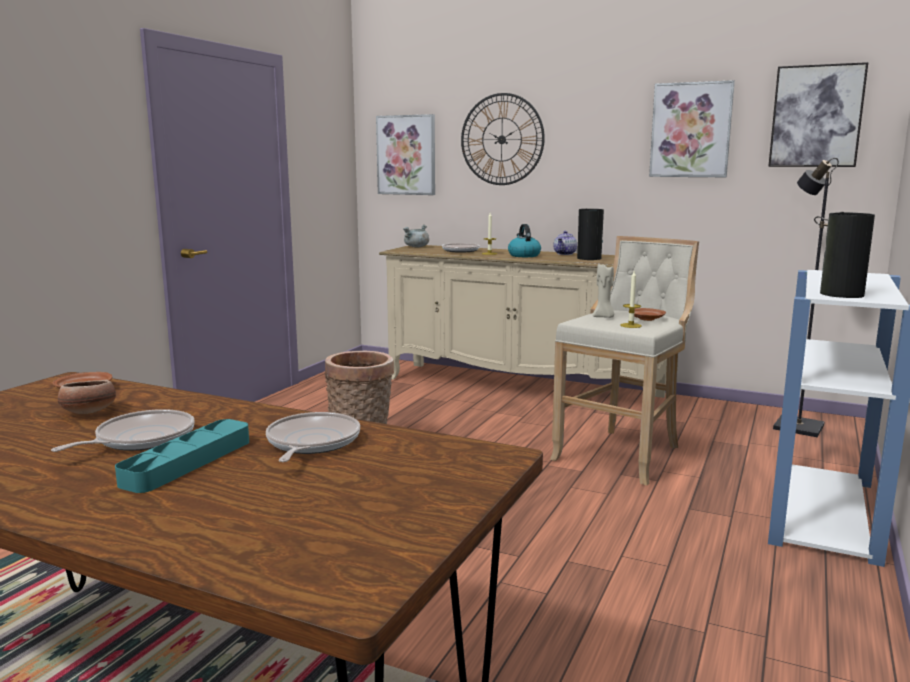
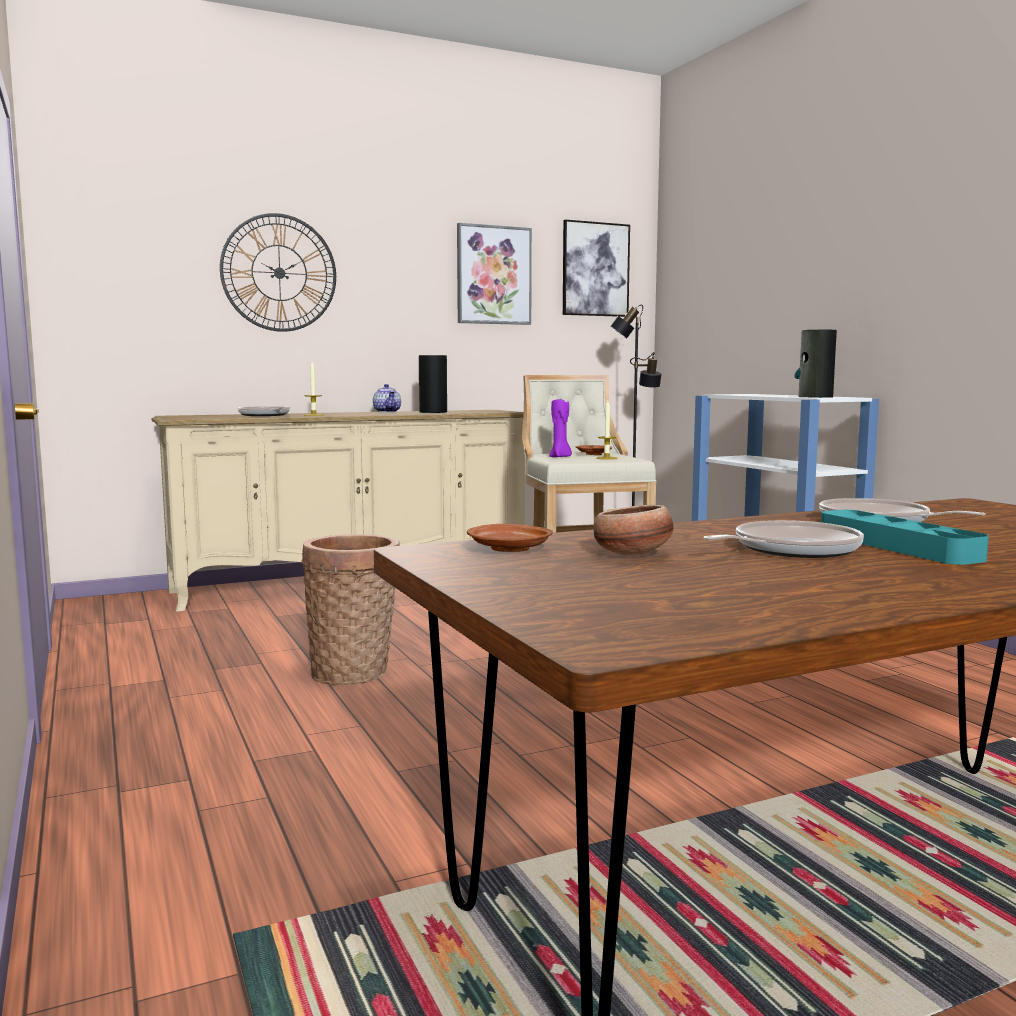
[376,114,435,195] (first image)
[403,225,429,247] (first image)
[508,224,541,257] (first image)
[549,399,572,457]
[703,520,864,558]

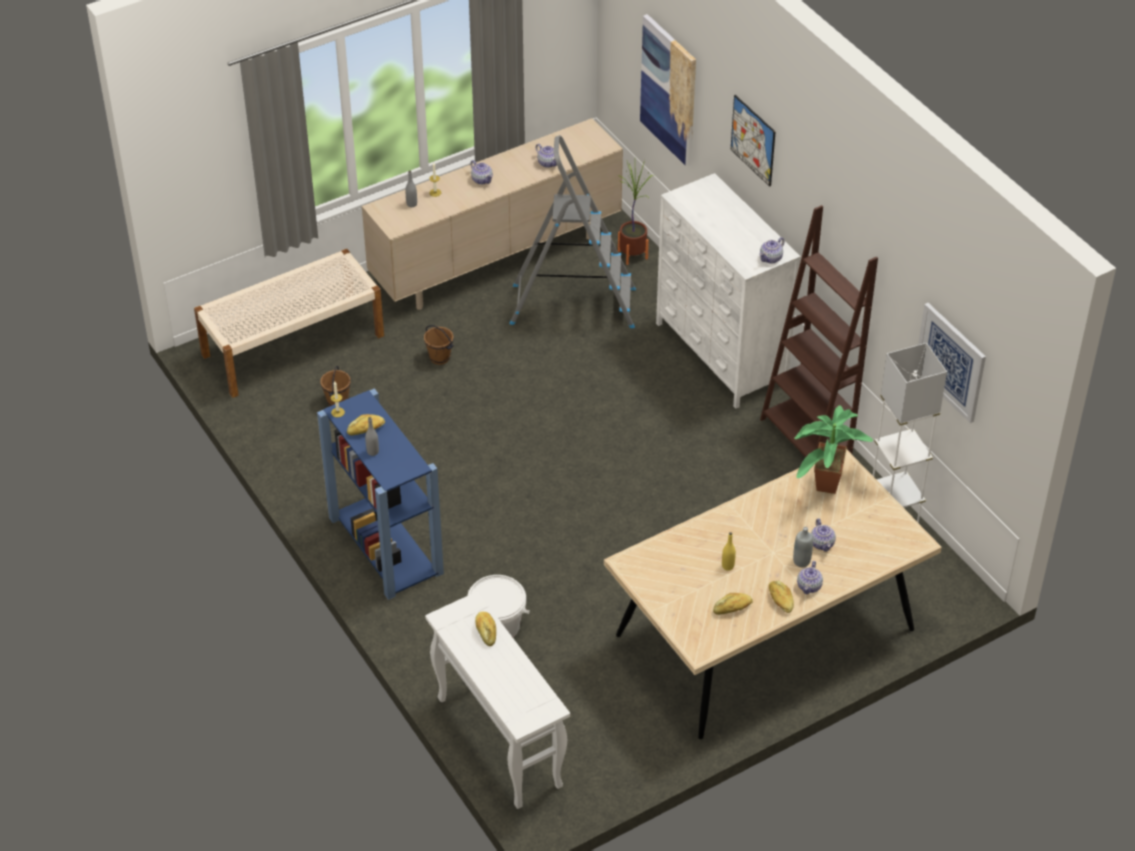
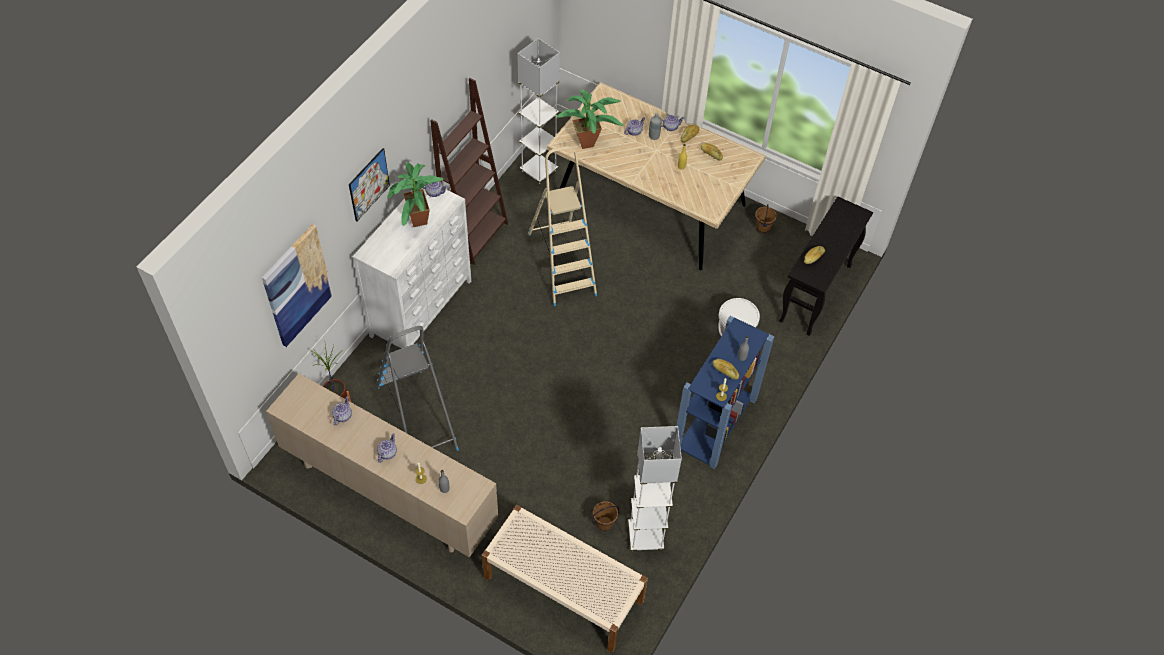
[918,303,986,423] (first image)
[387,162,443,227]
[528,146,597,306]
[628,426,682,551]
[755,204,777,234]
[779,196,873,336]

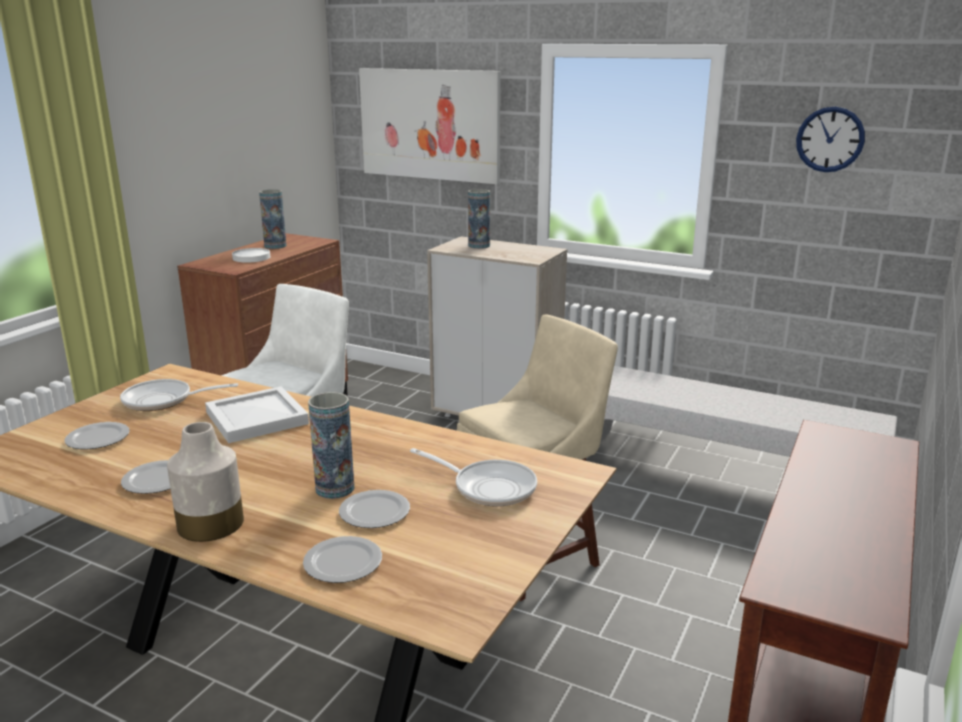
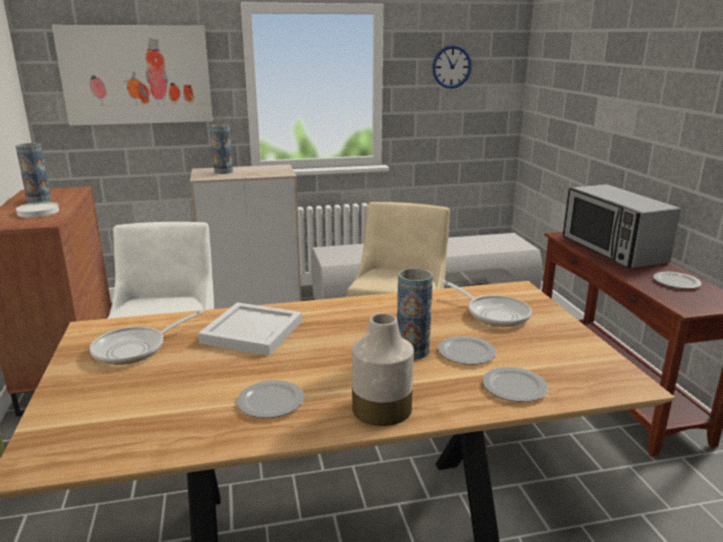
[563,184,681,268]
[653,272,701,289]
[441,280,532,327]

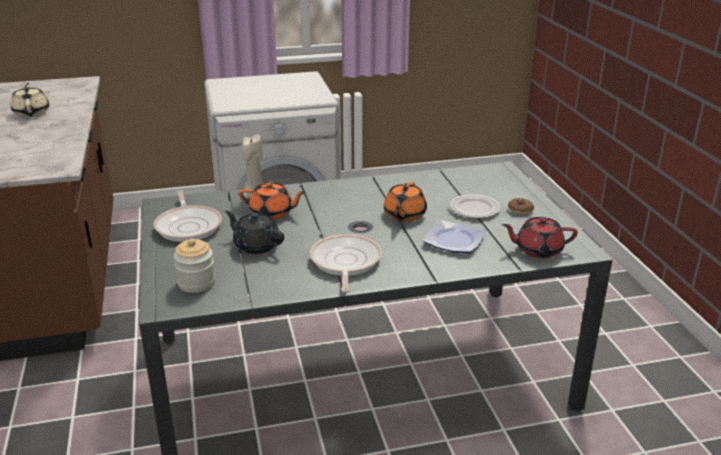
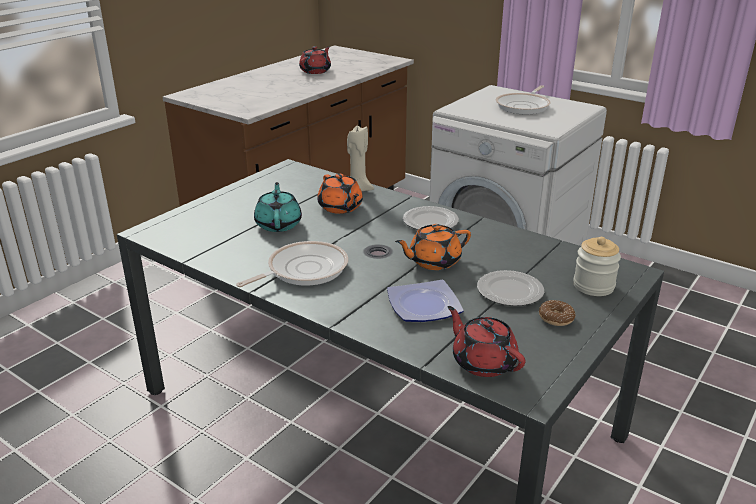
[403,206,459,230]
[496,85,551,114]
[573,237,621,296]
[299,46,331,74]
[254,182,302,232]

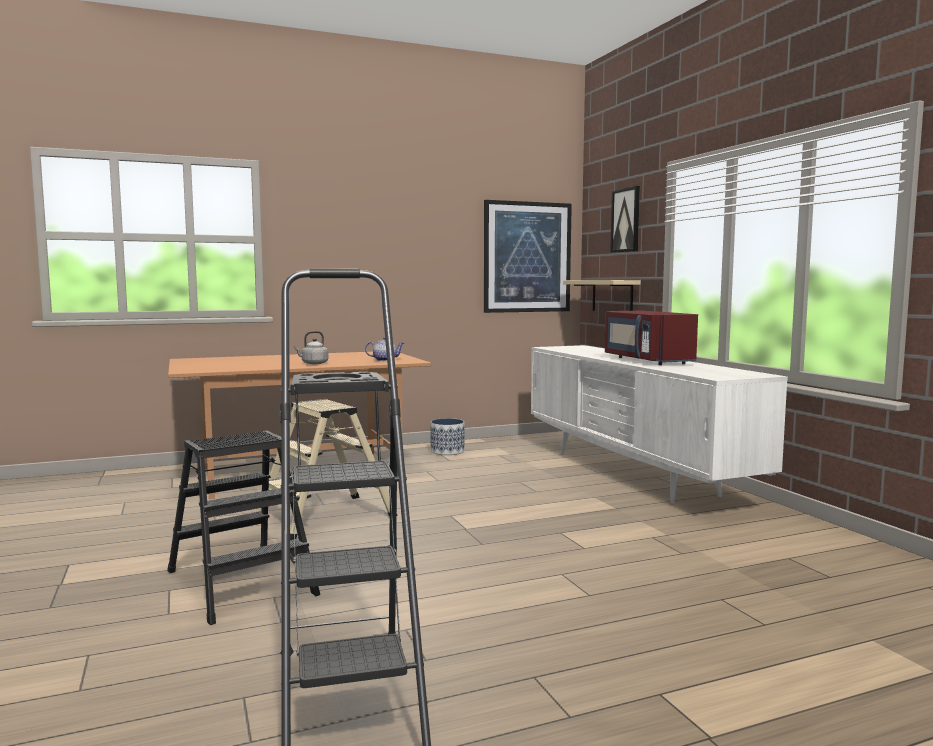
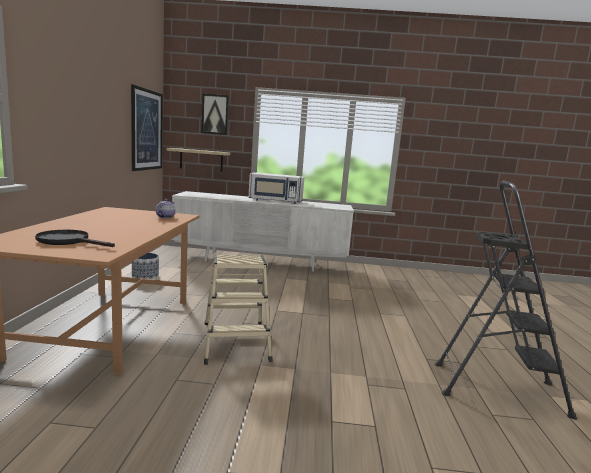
[167,431,320,625] (first image)
[294,331,328,364] (first image)
[35,230,115,247]
[248,172,304,204]

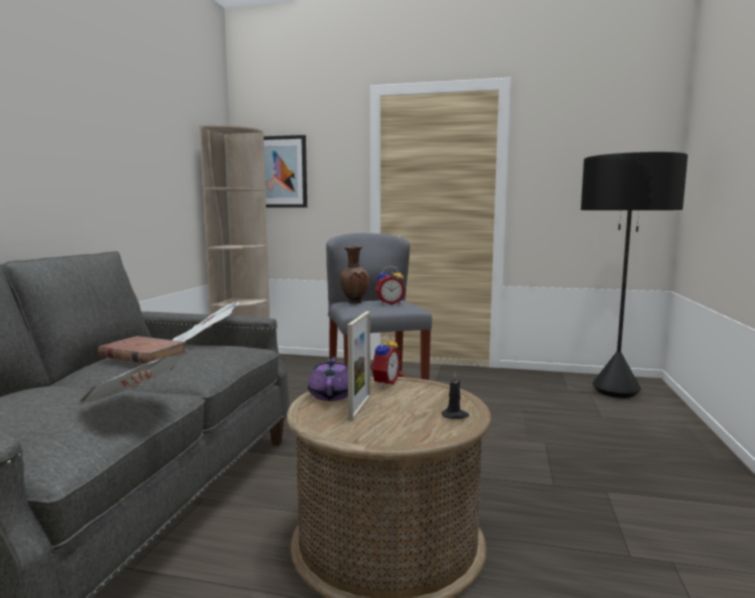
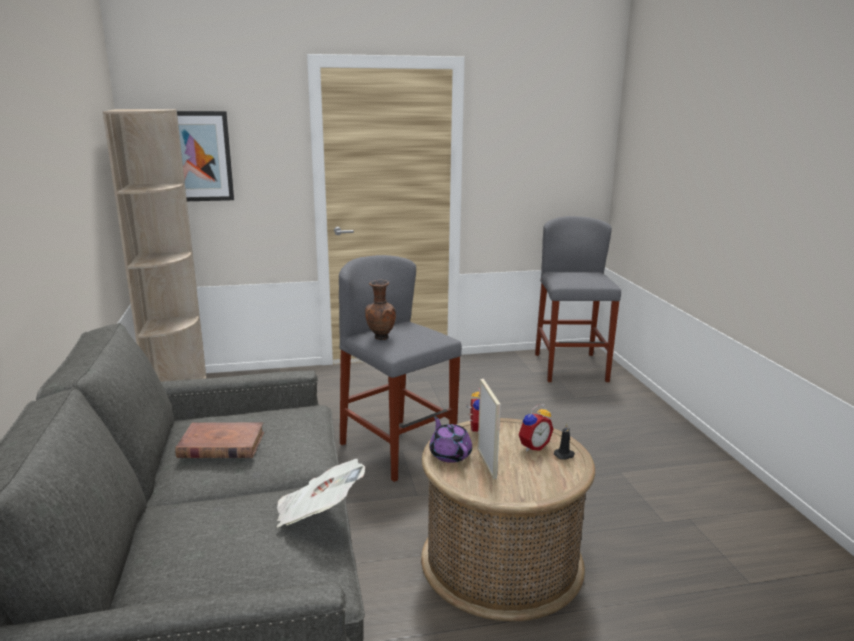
[173,302,239,342] (first image)
[519,405,553,452]
[535,216,621,382]

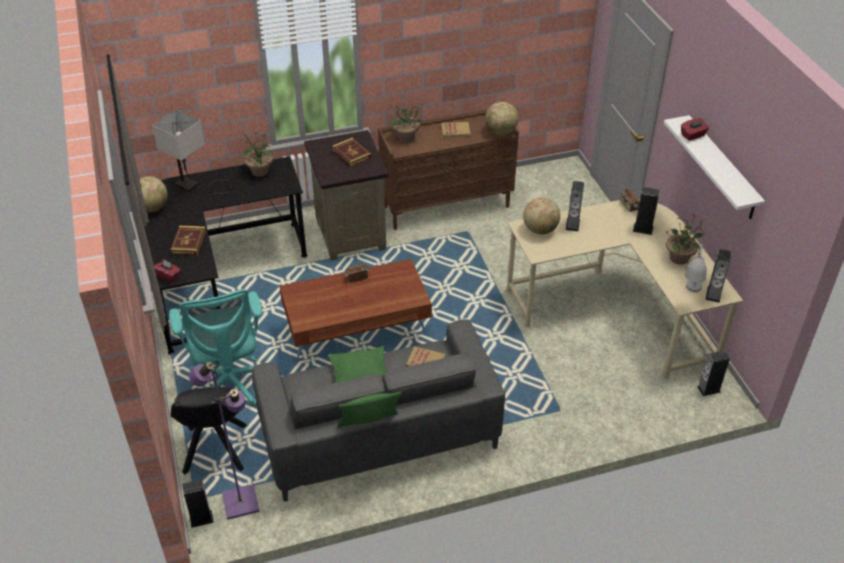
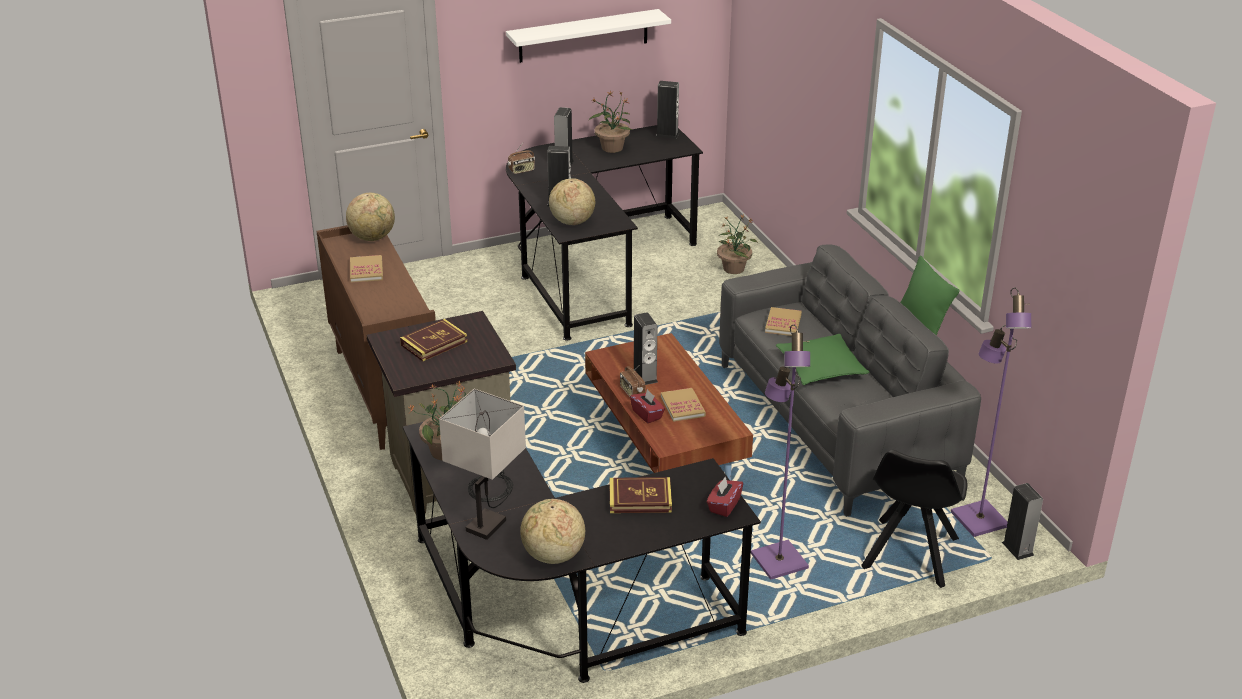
[685,244,707,292] (first image)
[661,388,706,422]
[717,214,757,274]
[630,389,665,423]
[634,313,658,385]
[751,324,810,580]
[506,125,703,341]
[861,450,967,588]

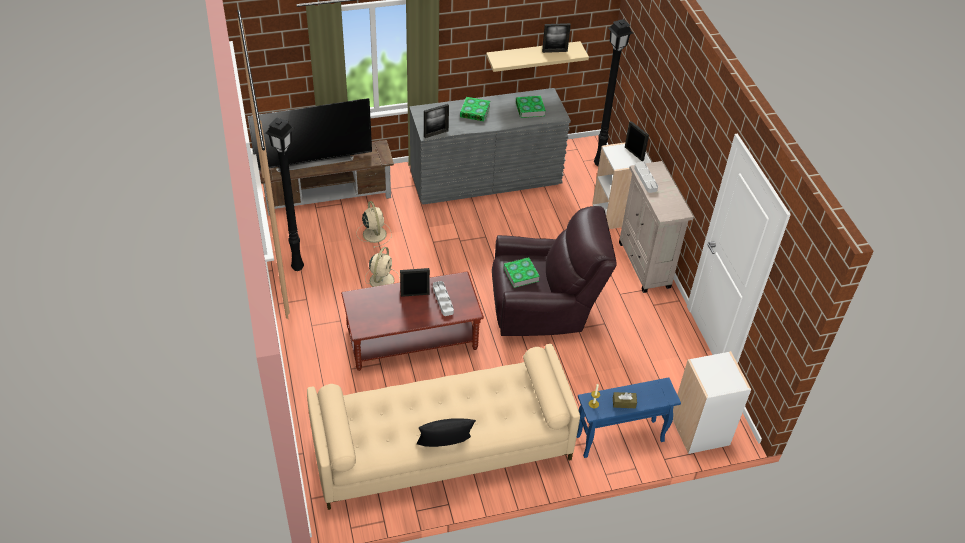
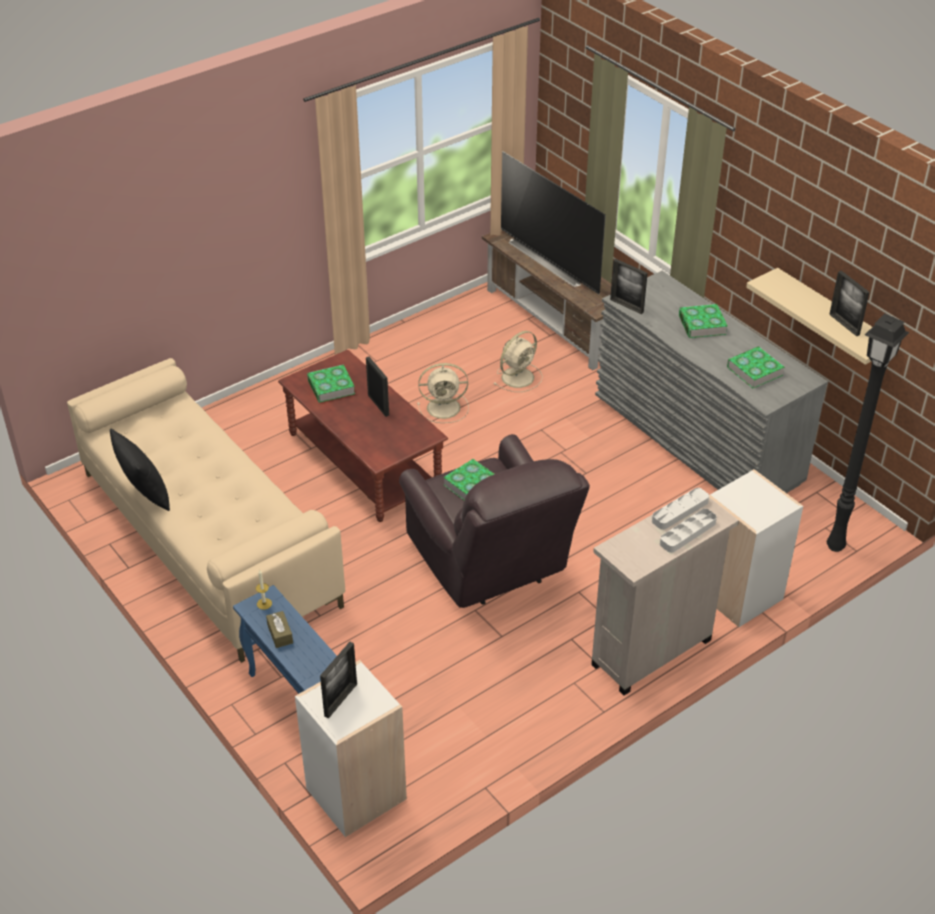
[265,117,304,271] (first image)
[307,364,355,403]
[660,508,717,553]
[320,642,357,719]

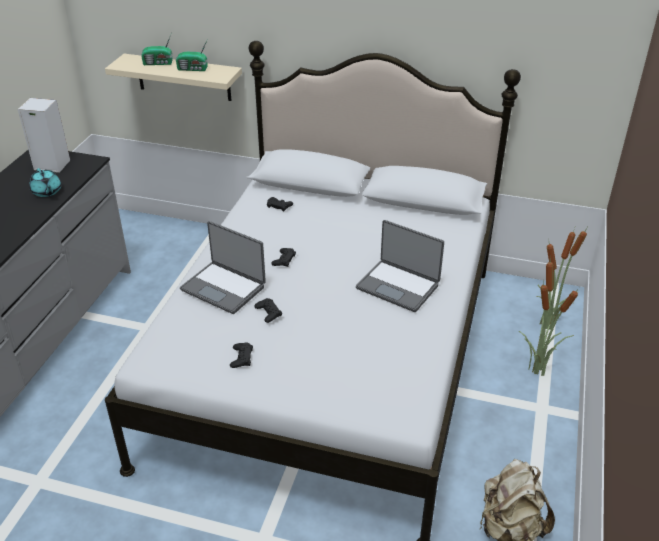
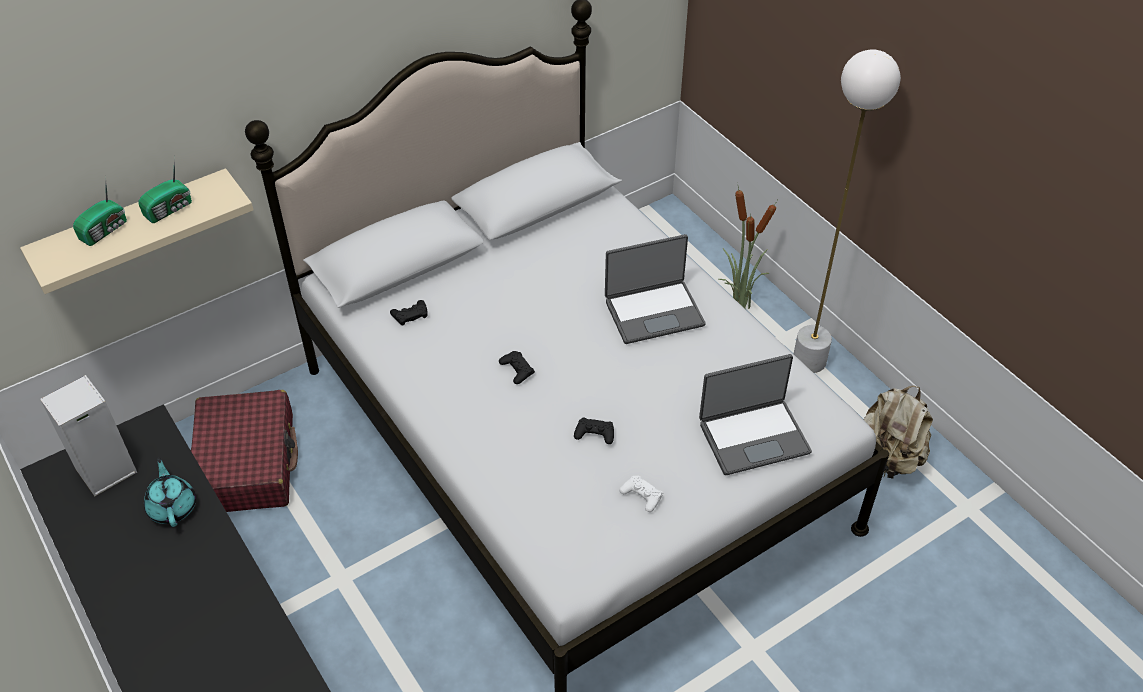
[536,225,587,329] (first image)
[191,390,298,512]
[794,50,901,373]
[699,354,812,475]
[620,475,663,512]
[144,457,196,527]

